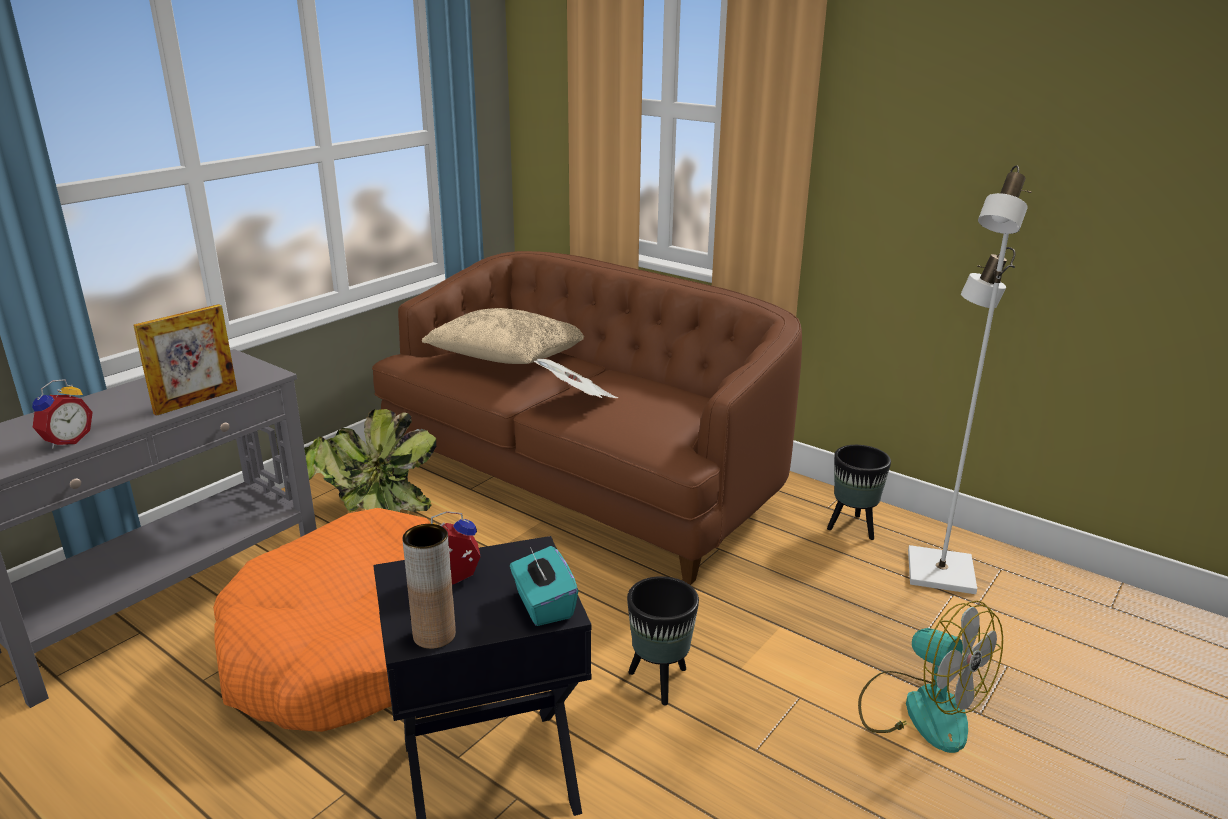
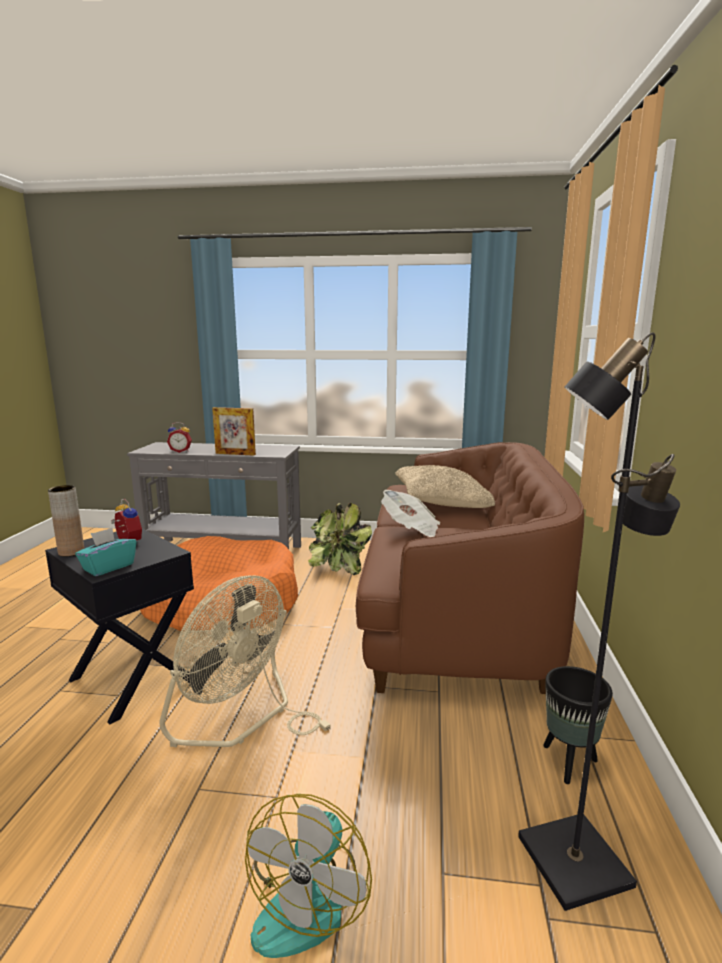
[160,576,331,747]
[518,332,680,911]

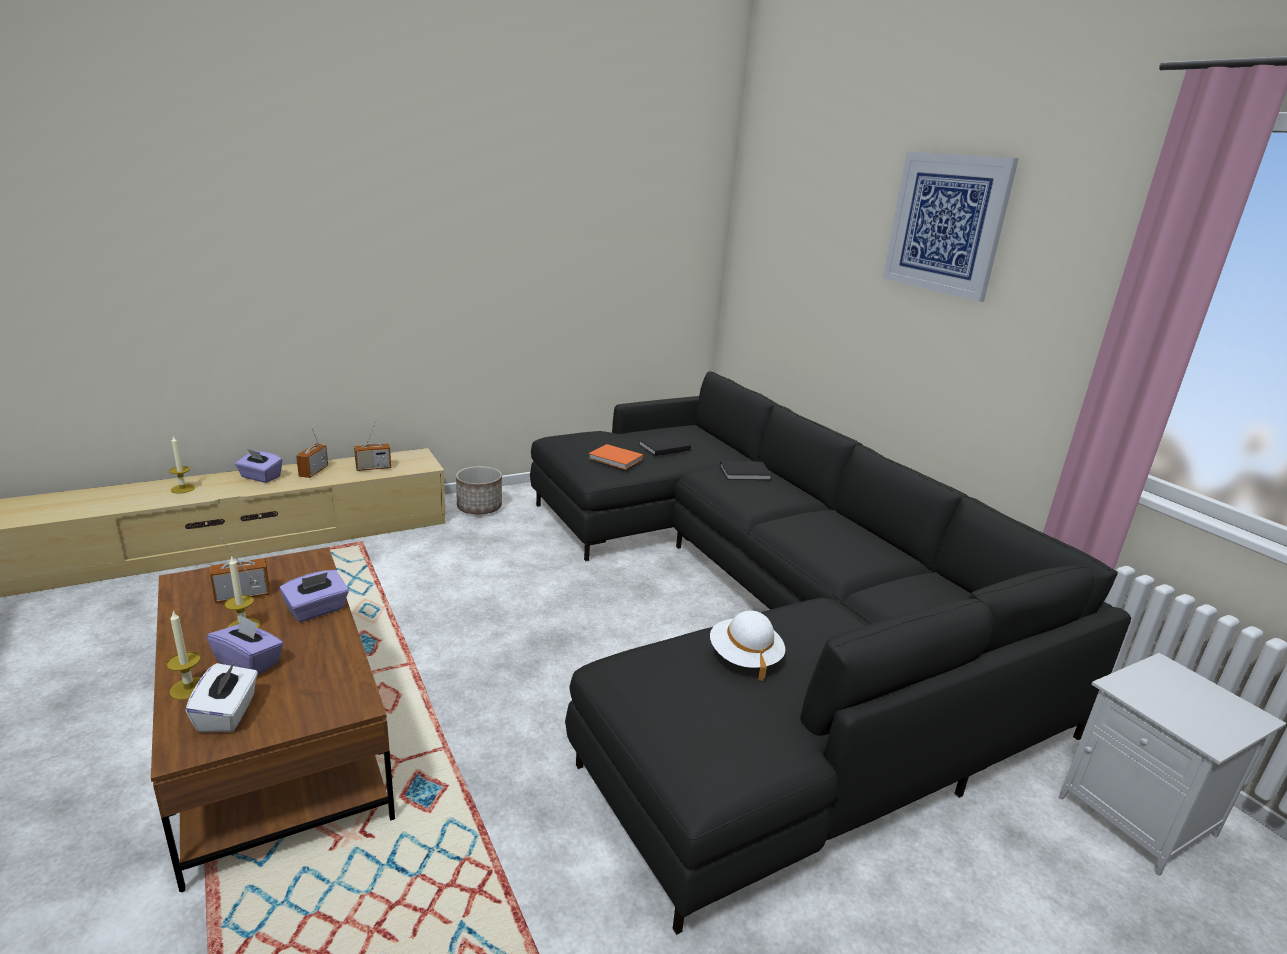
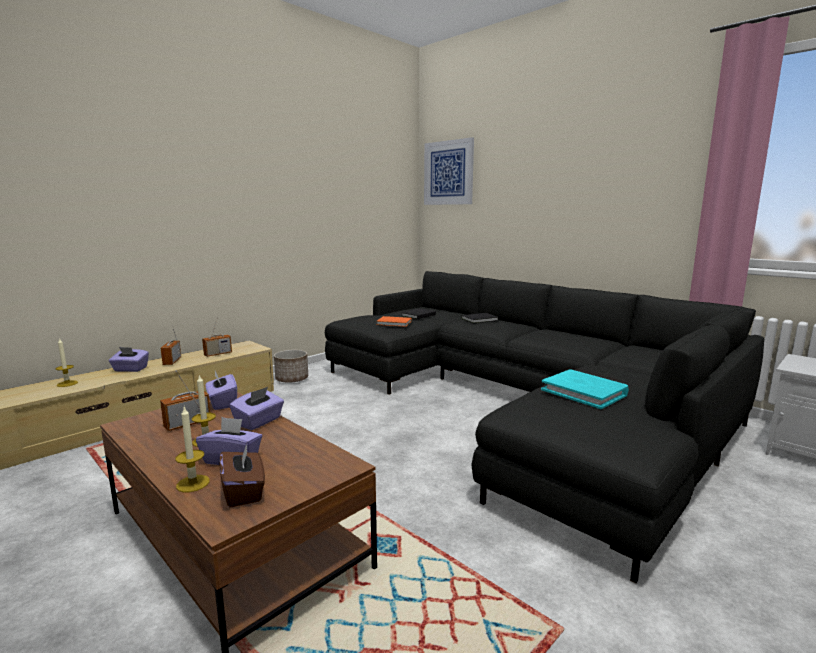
[205,371,237,410]
[424,137,474,205]
[541,369,629,409]
[219,443,265,508]

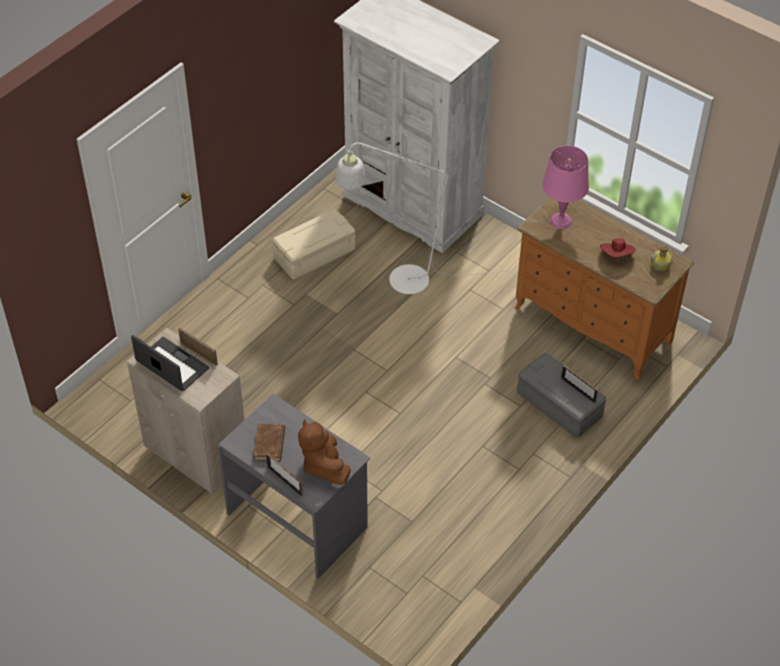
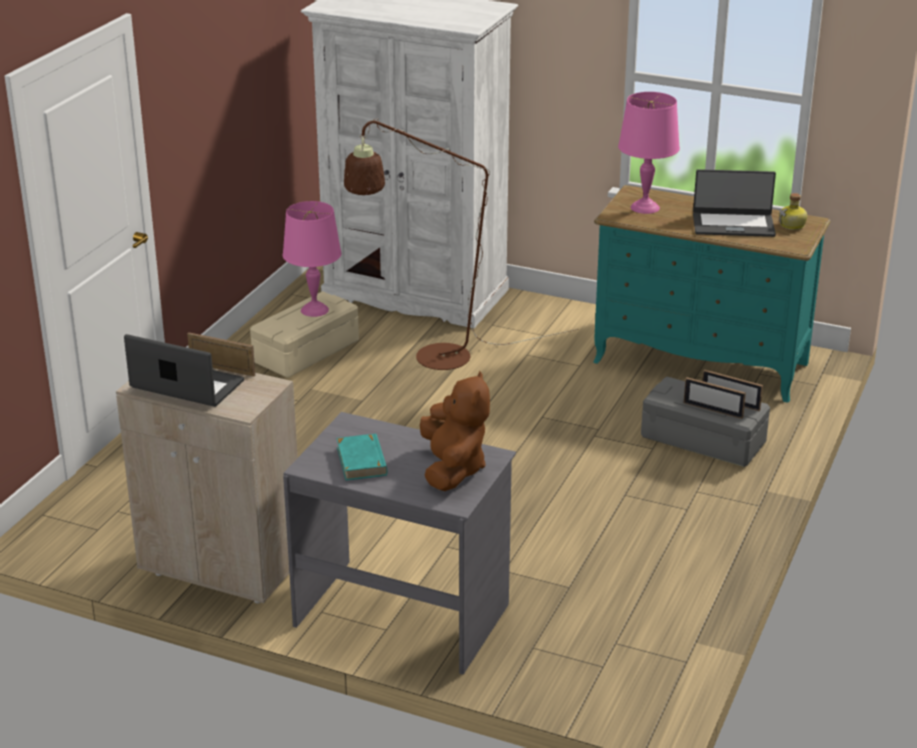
[283,201,341,317]
[684,377,746,419]
[693,169,776,237]
[336,433,387,480]
[344,118,578,370]
[593,185,831,403]
[420,371,490,491]

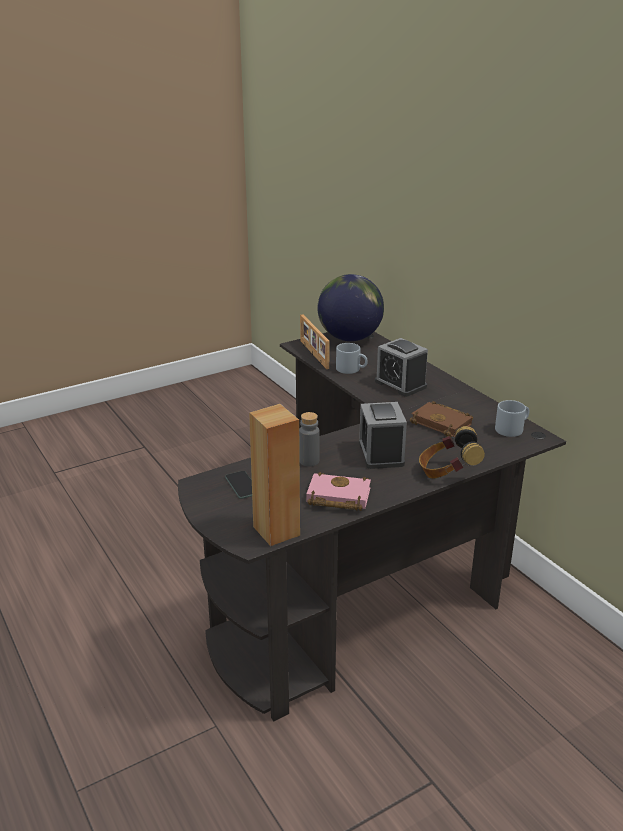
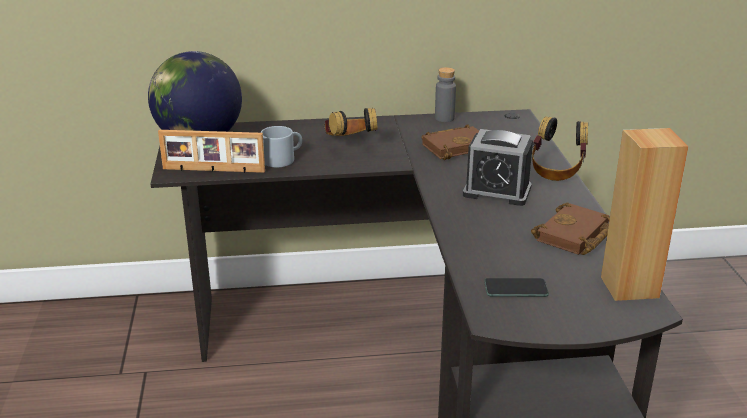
[495,400,529,437] (first image)
[435,67,456,122]
[324,108,377,136]
[531,202,610,255]

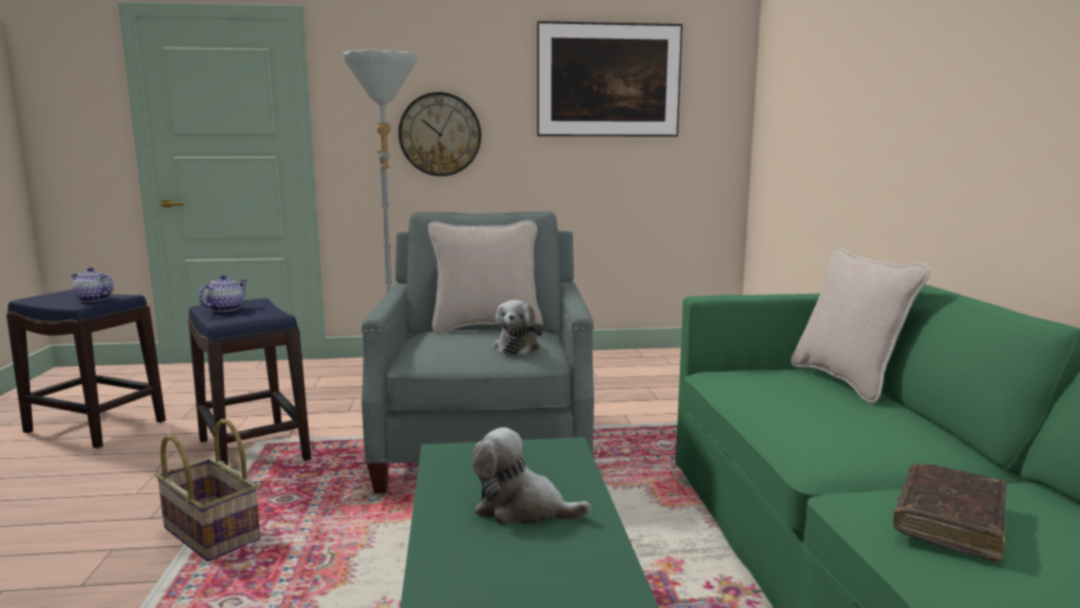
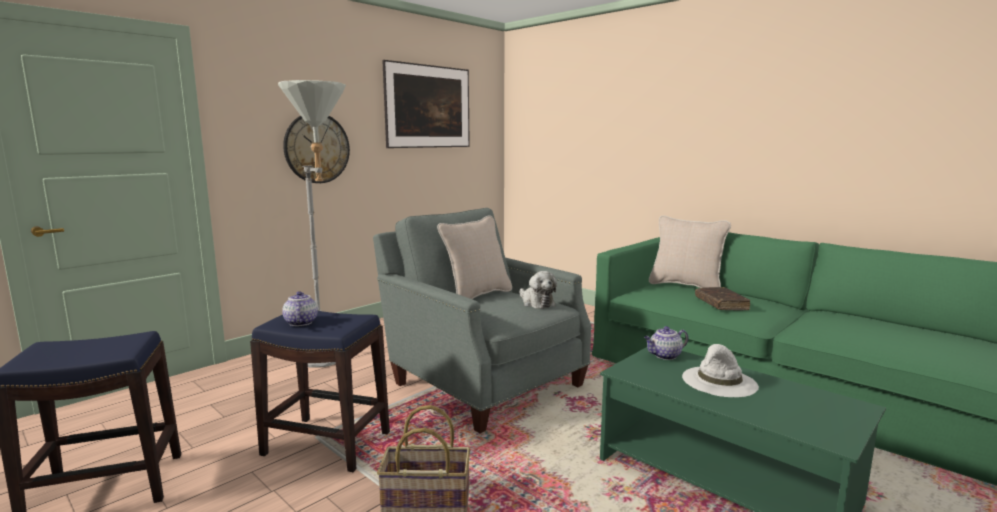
[644,326,688,360]
[695,287,750,310]
[682,344,759,397]

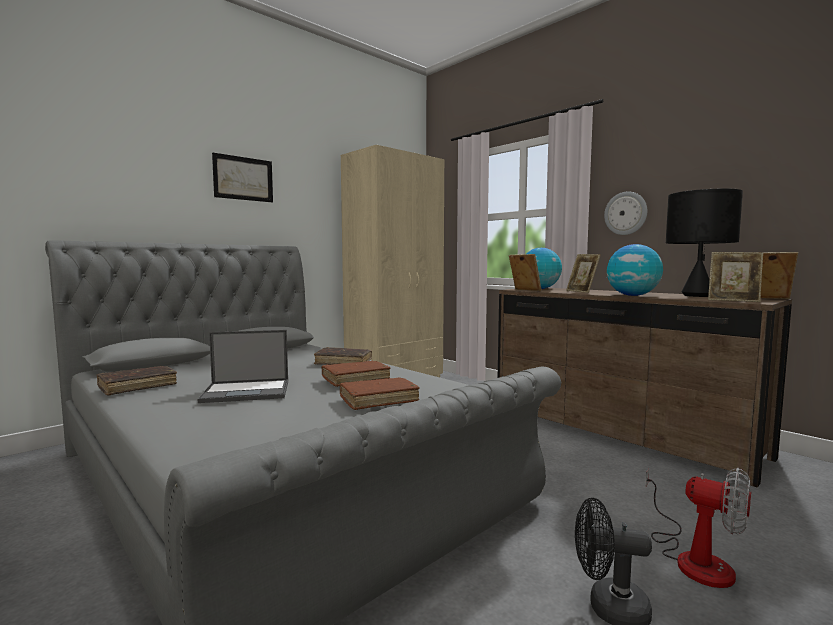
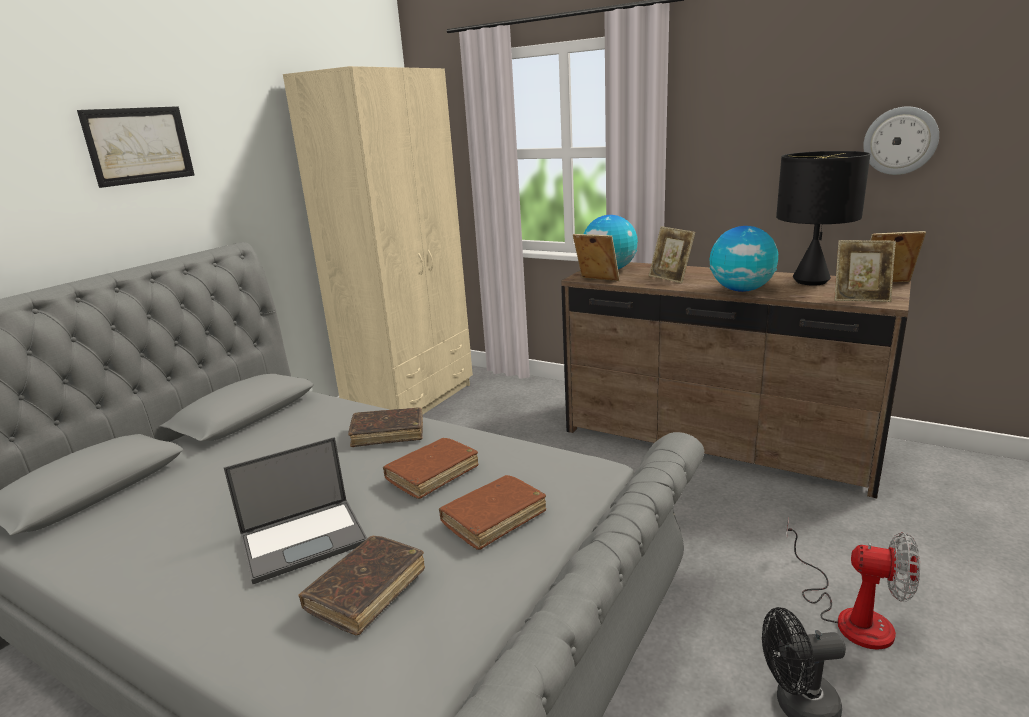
[298,536,425,635]
[863,106,939,175]

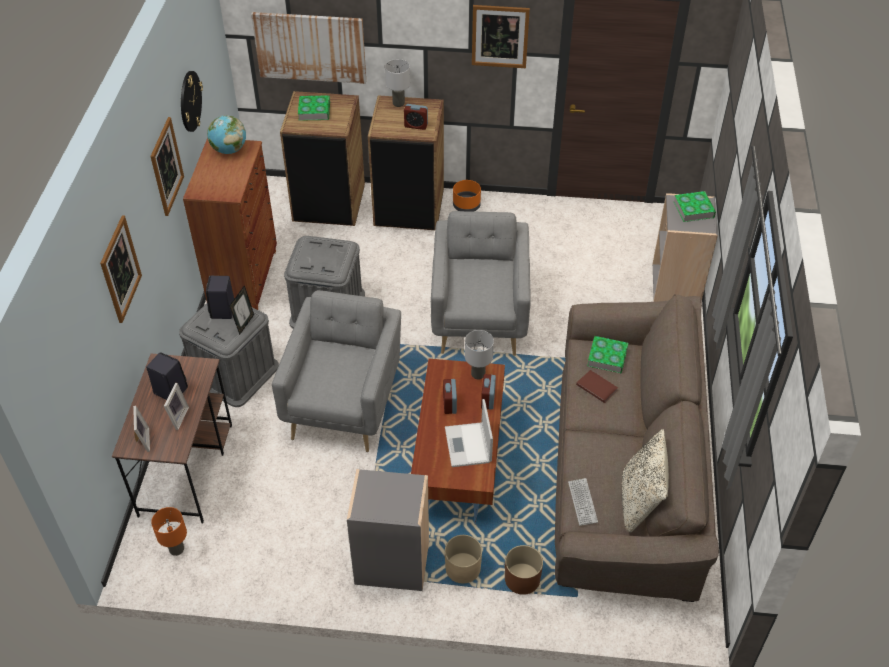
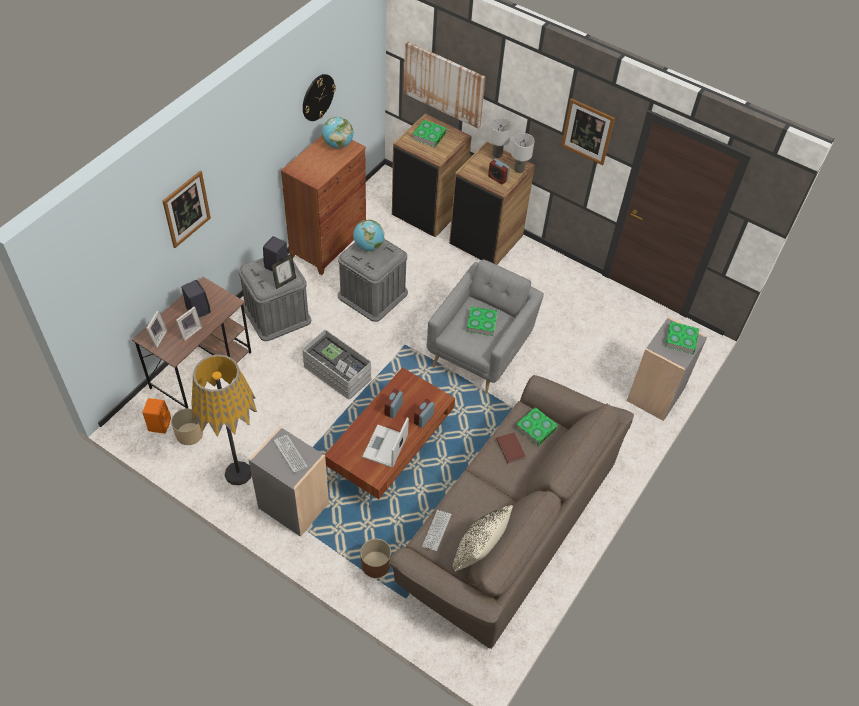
[150,117,184,216] (first image)
[453,180,481,212] (first image)
[191,355,257,485]
[273,435,308,473]
[353,219,384,251]
[467,307,497,336]
[171,408,203,445]
[511,133,535,173]
[143,398,171,434]
[302,330,372,400]

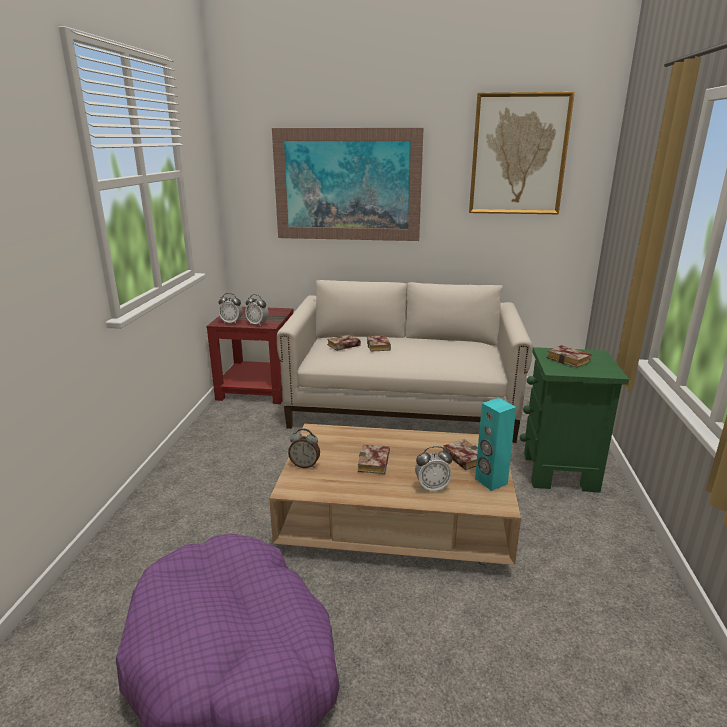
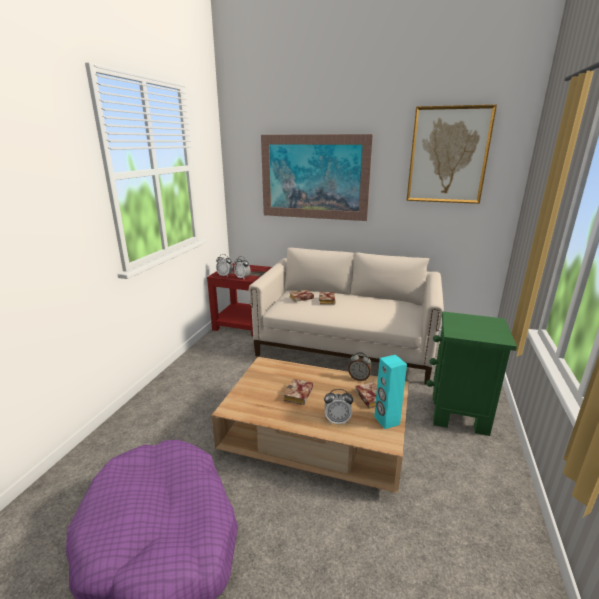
[547,345,592,368] (first image)
[348,352,371,381]

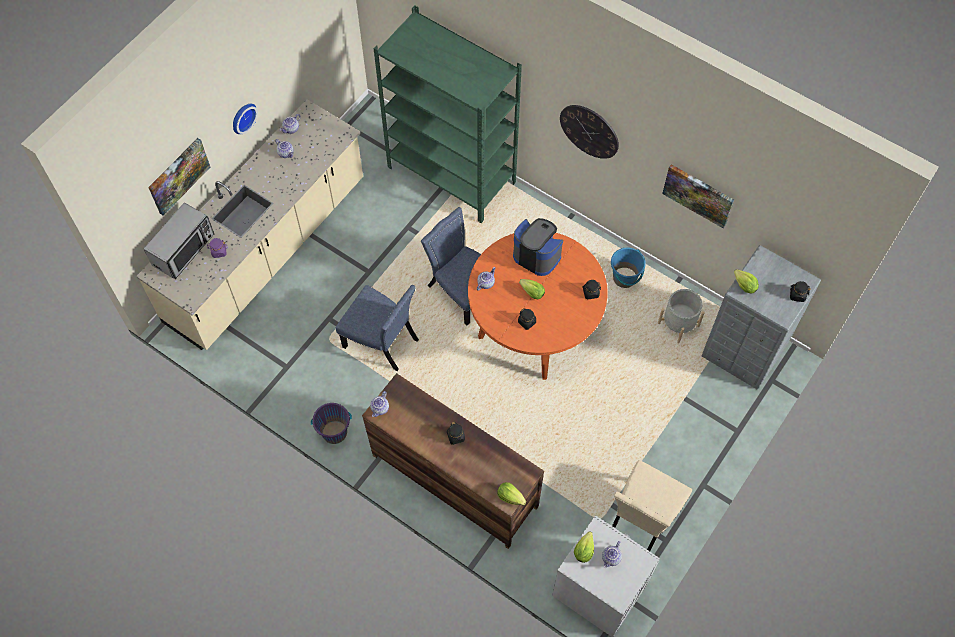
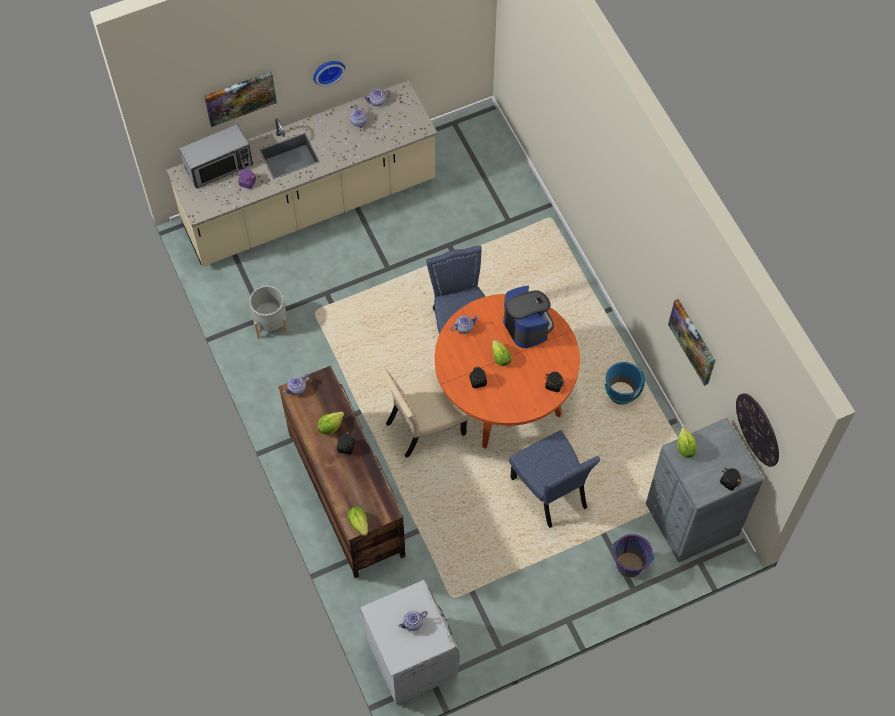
[374,5,522,223] (first image)
[612,534,655,577]
[509,430,600,528]
[736,393,779,467]
[317,412,344,435]
[381,369,469,458]
[249,285,288,339]

